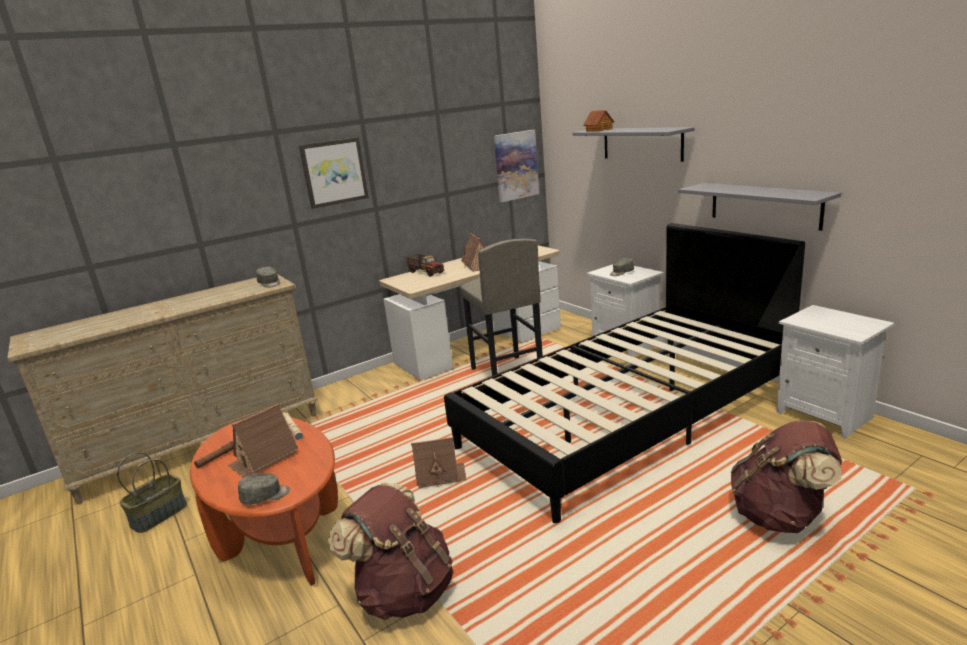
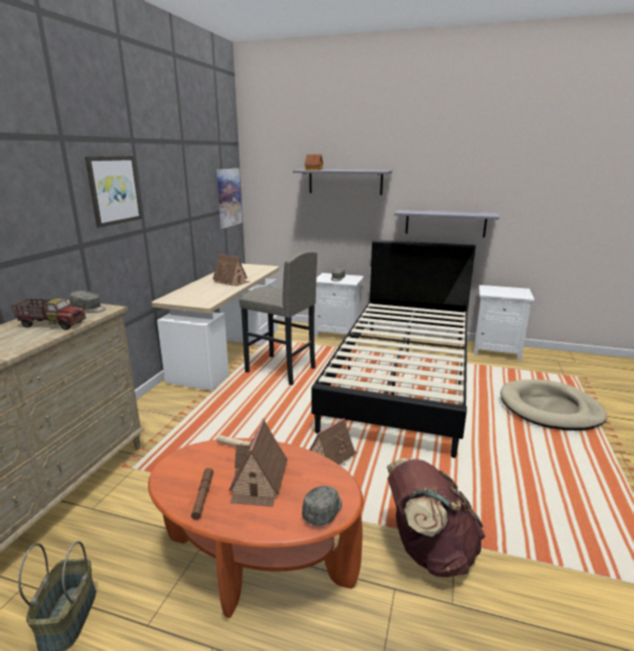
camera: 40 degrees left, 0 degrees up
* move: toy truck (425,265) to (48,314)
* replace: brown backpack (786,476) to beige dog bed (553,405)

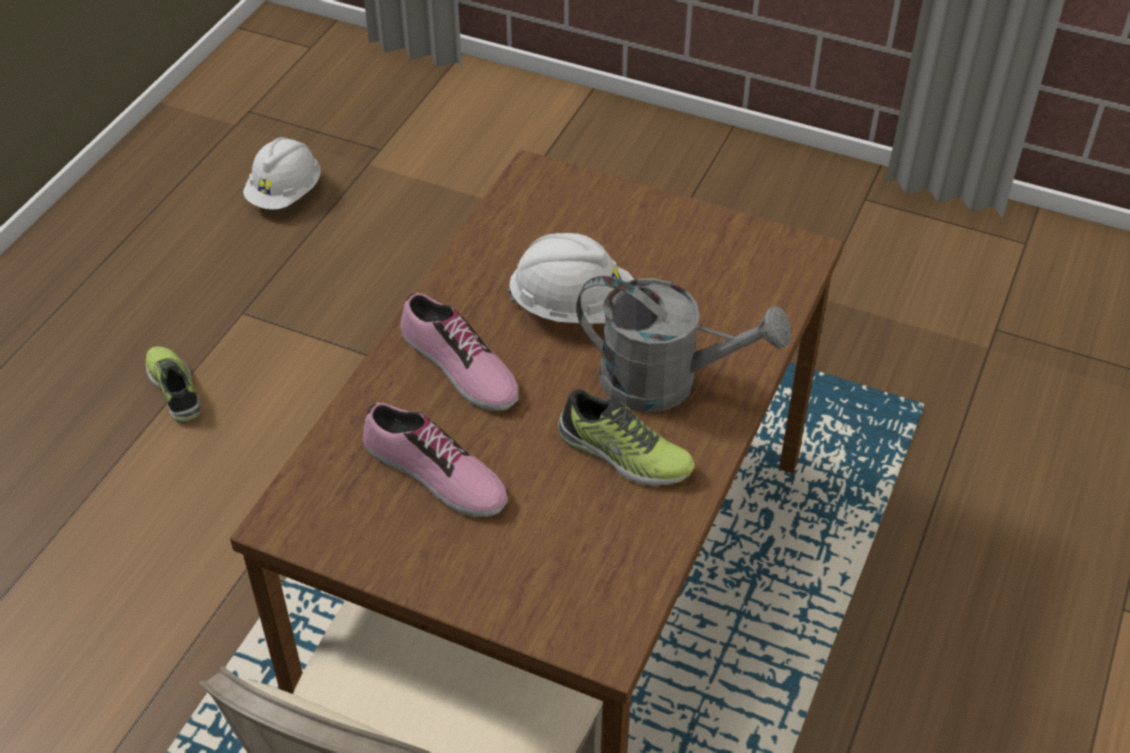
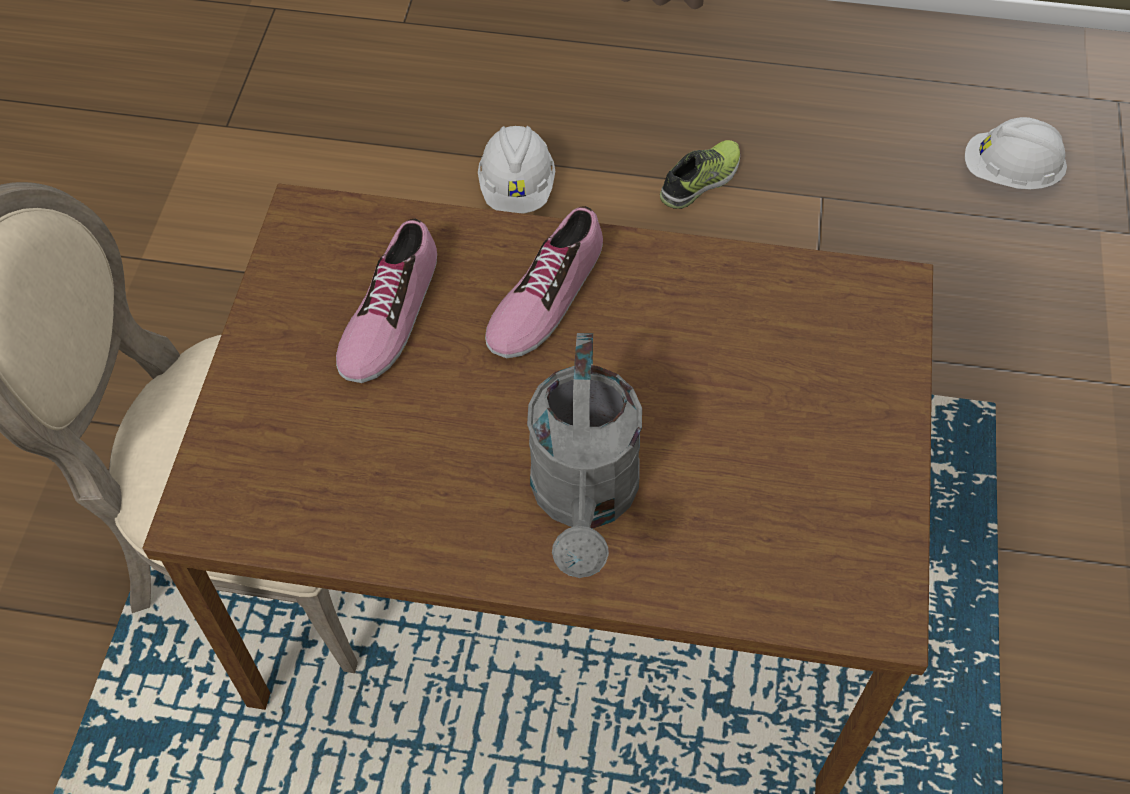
camera: 75 degrees right, 10 degrees up
* move: white hard hat (571,278) to (516,170)
* delete: shoe (626,437)

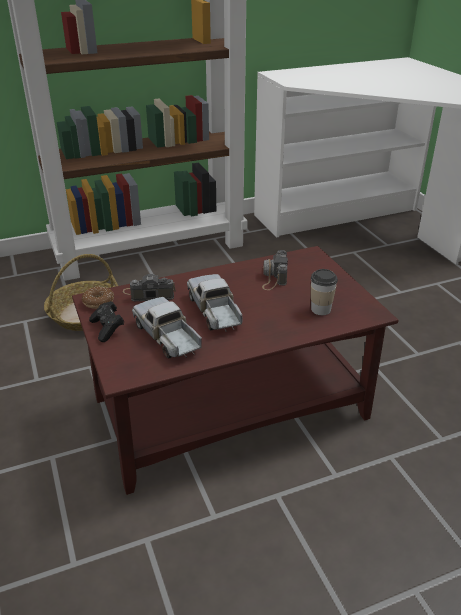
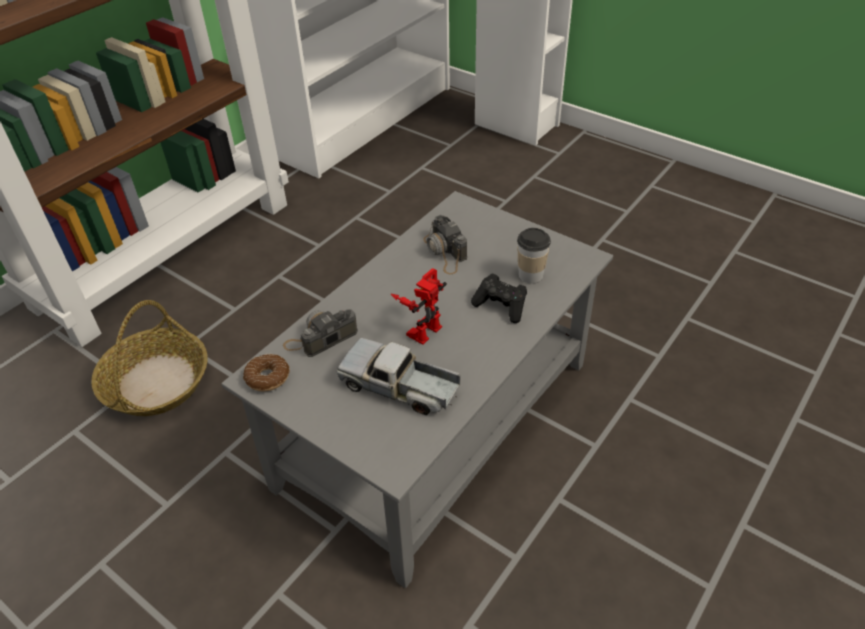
camera: 30 degrees left, 10 degrees up
* recolor: brown coffee table (235,370) to grey coffee table (417,389)
* replace: toy truck (214,303) to toy robot (419,306)
* move: black game controller (106,321) to (499,298)

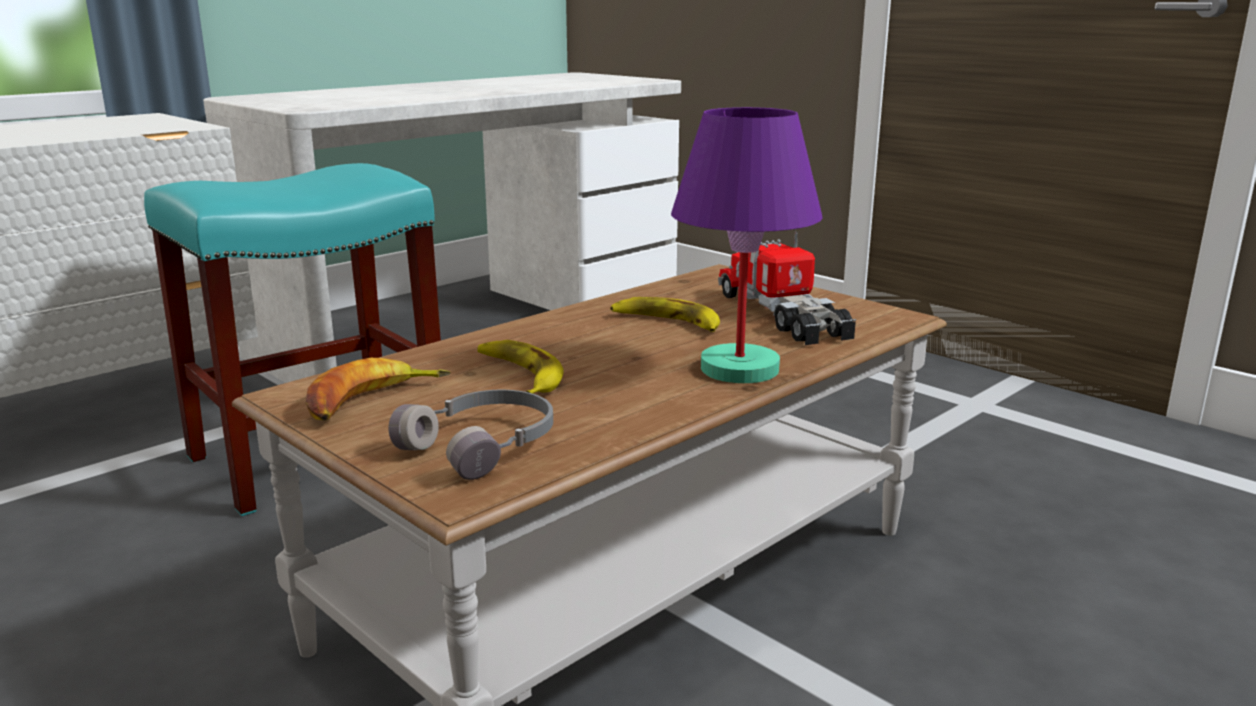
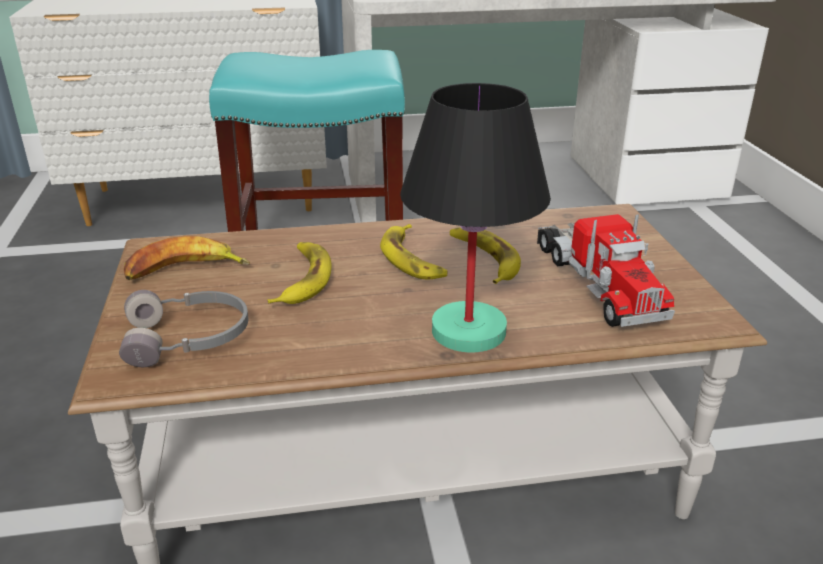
camera: 35 degrees right, 10 degrees up
* recolor: purple table lamp (746,245) to black table lamp (475,217)
* rotate: toy truck (787,288) = (606,270) 150 degrees clockwise
* insert: banana (414,251)

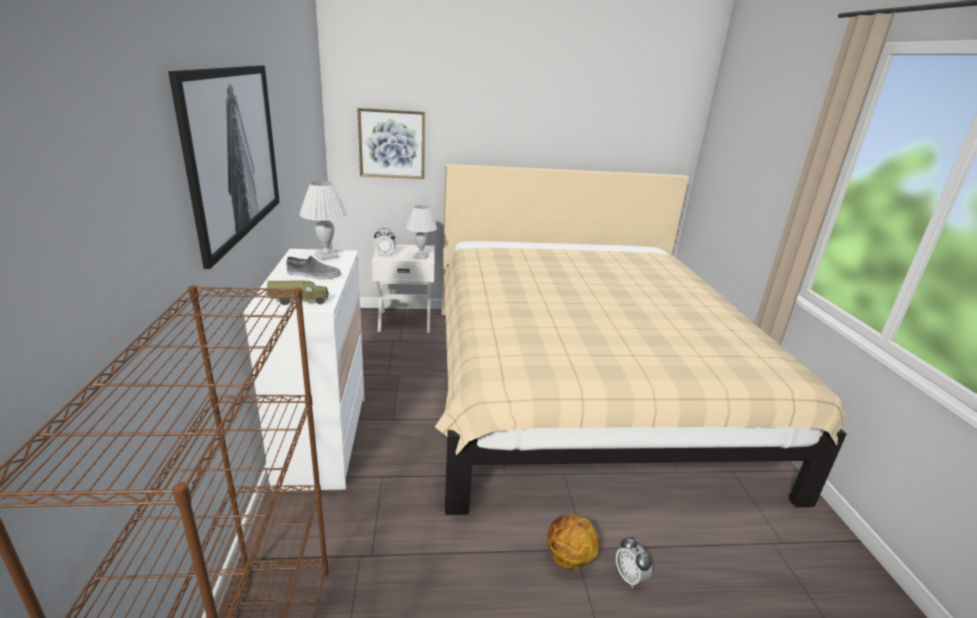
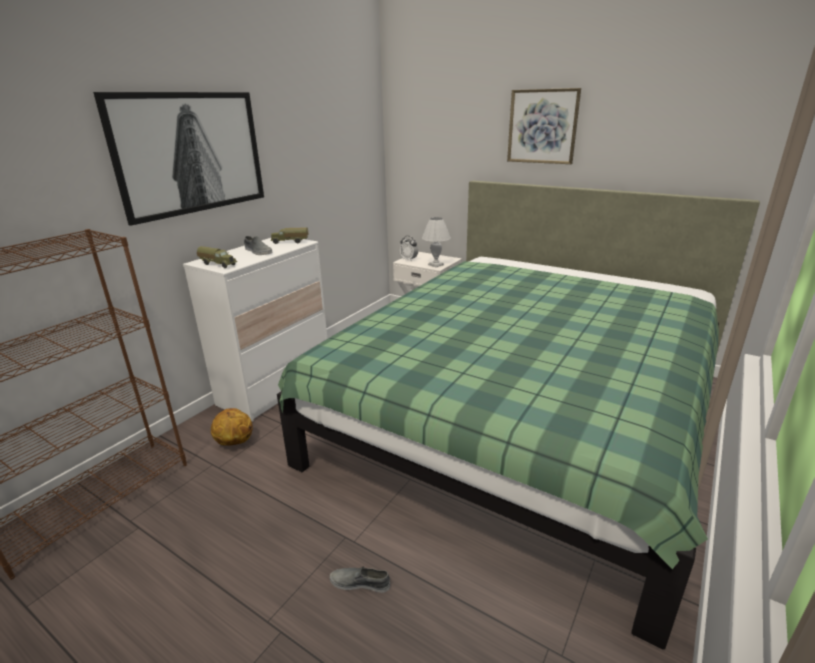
camera: 40 degrees right, 0 degrees up
* move: picture (391,143) to (544,126)
* recolor: beige bed (640,339) to green bed (518,414)
* replace: white table lamp (323,221) to toy truck (290,235)
* move: basketball (573,542) to (232,427)
* replace: alarm clock (634,562) to grey shoe (360,579)

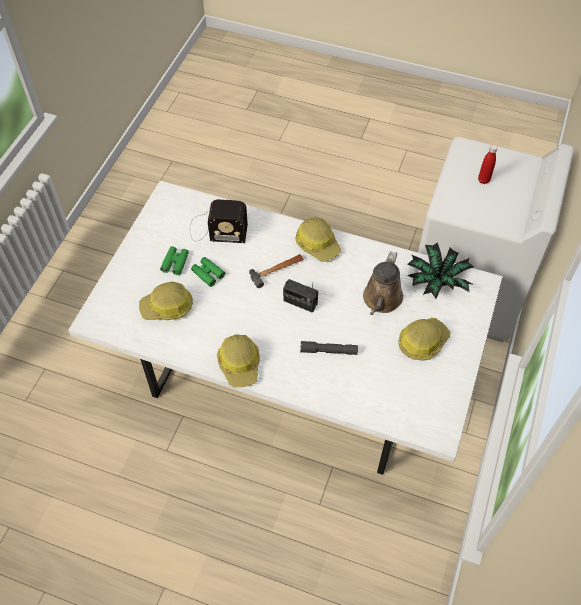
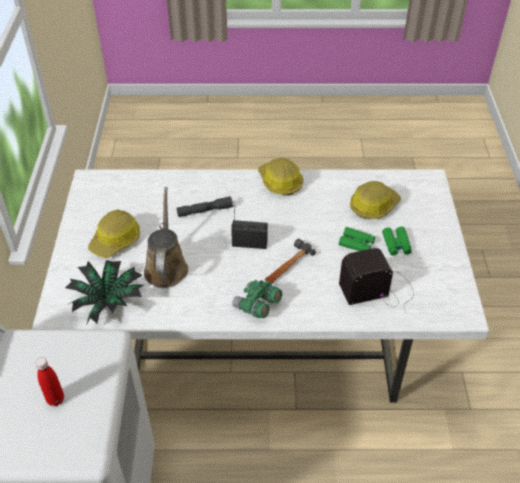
camera: 160 degrees right, 10 degrees down
* replace: hard hat (318,239) to green binoculars (257,299)

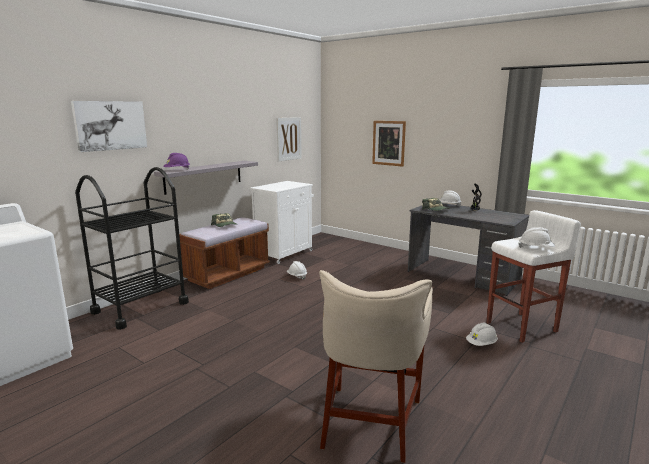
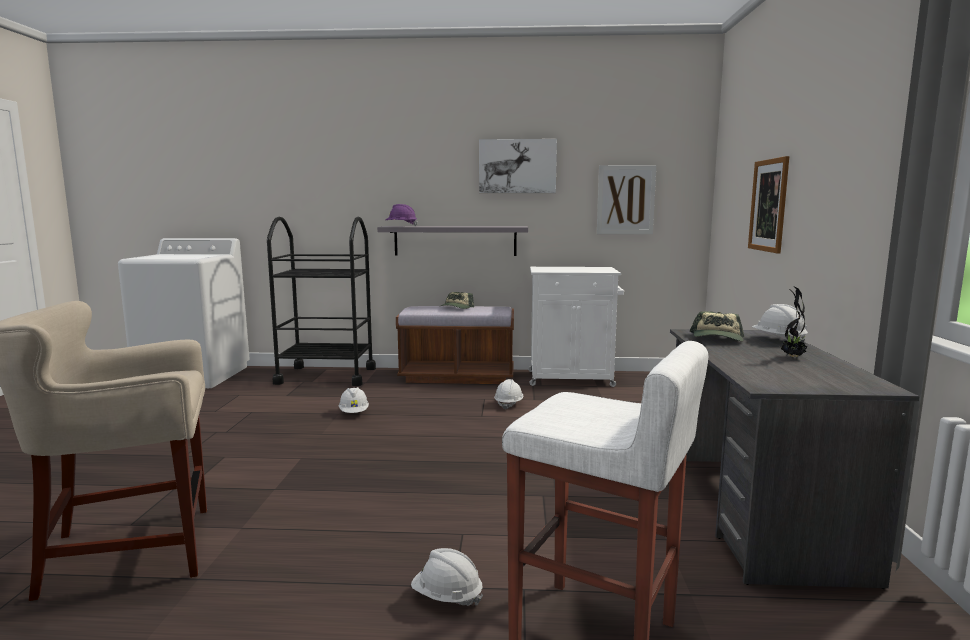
camera: 55 degrees right, 5 degrees down
* move: picture (109,126) to (518,166)
* move: white hard hat (537,237) to (354,400)

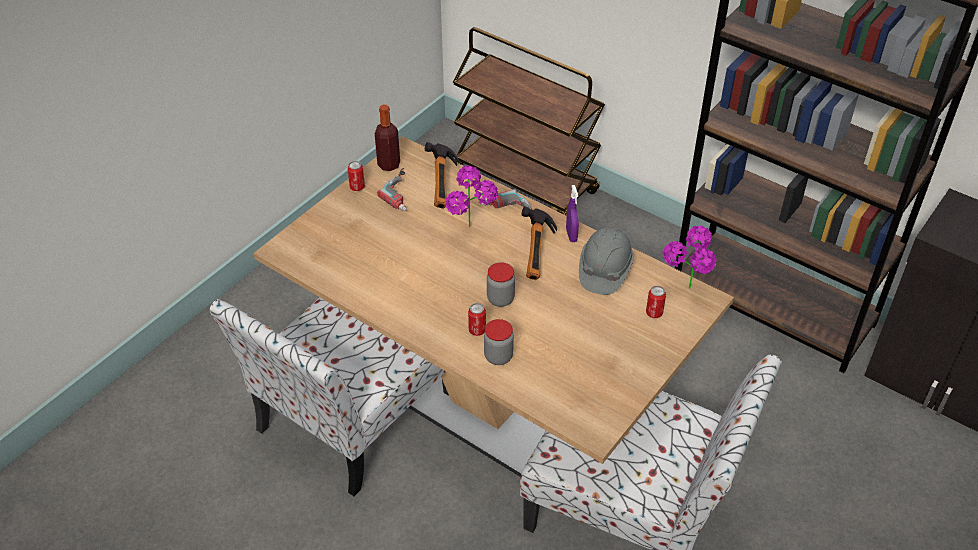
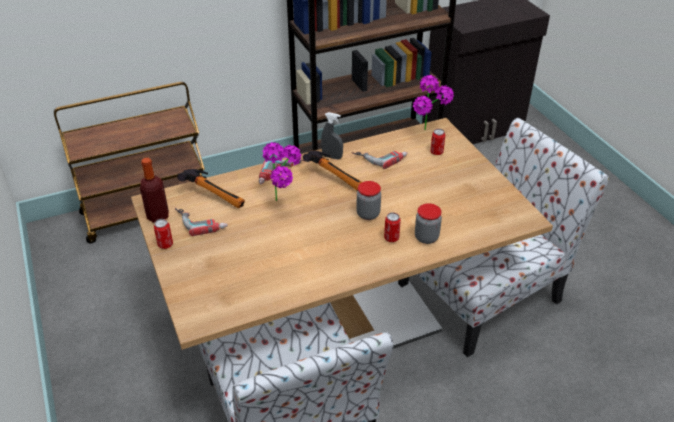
camera: 60 degrees left, 5 degrees down
* recolor: purple spray bottle (572,213) to grey spray bottle (332,135)
* replace: grey hard hat (606,261) to power drill (379,160)

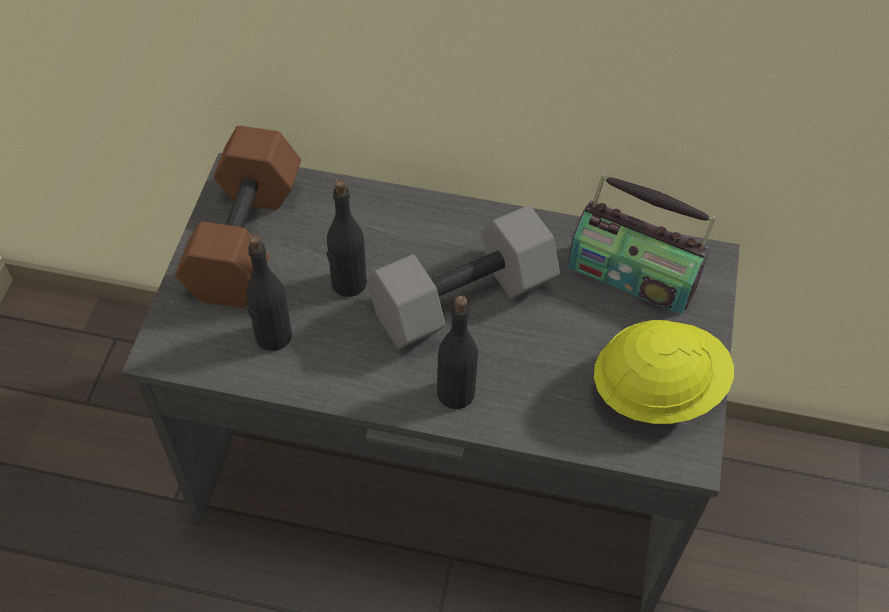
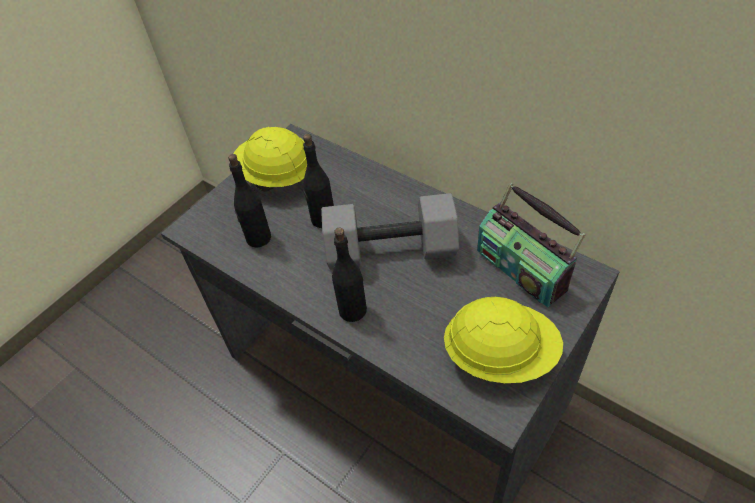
camera: 30 degrees right, 5 degrees down
* replace: brown dumbbell (238,217) to yellow hard hat (270,159)

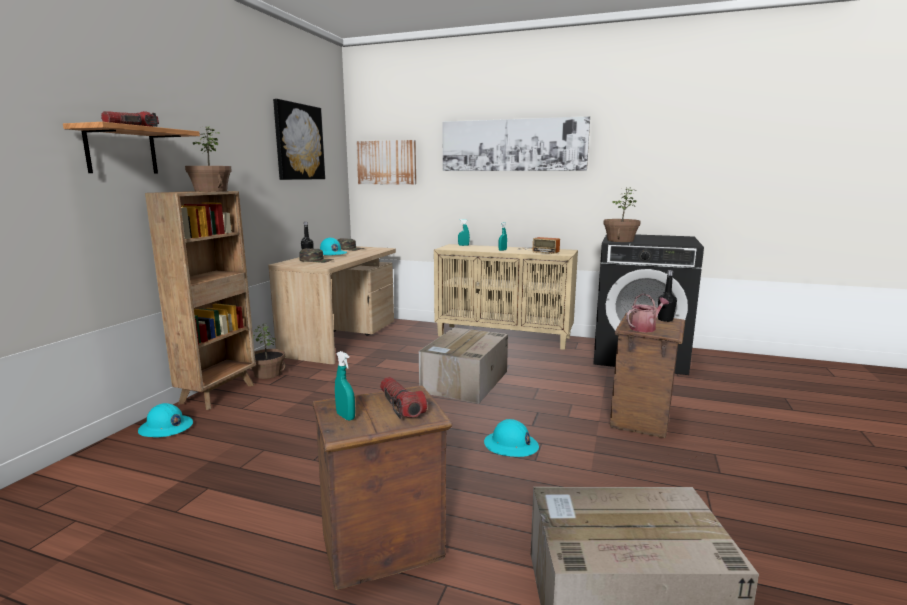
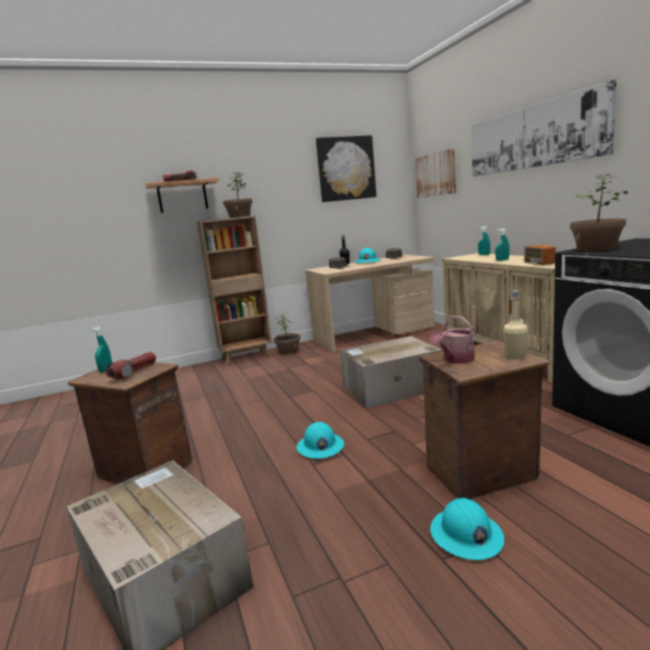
camera: 50 degrees right, 0 degrees up
* recolor: black bottle (667,296) to beige bottle (515,324)
* rotate: watering can (647,313) = (452,340) 120 degrees clockwise
* move: turquoise hard hat (165,420) to (467,529)

